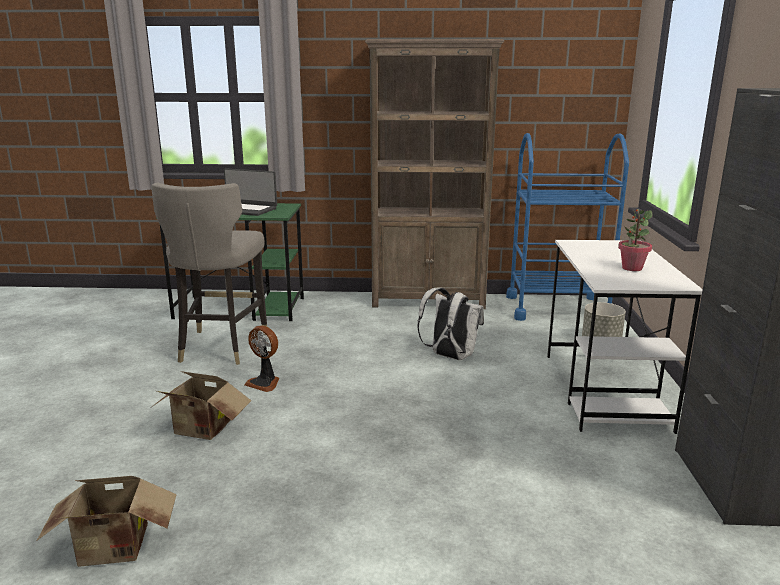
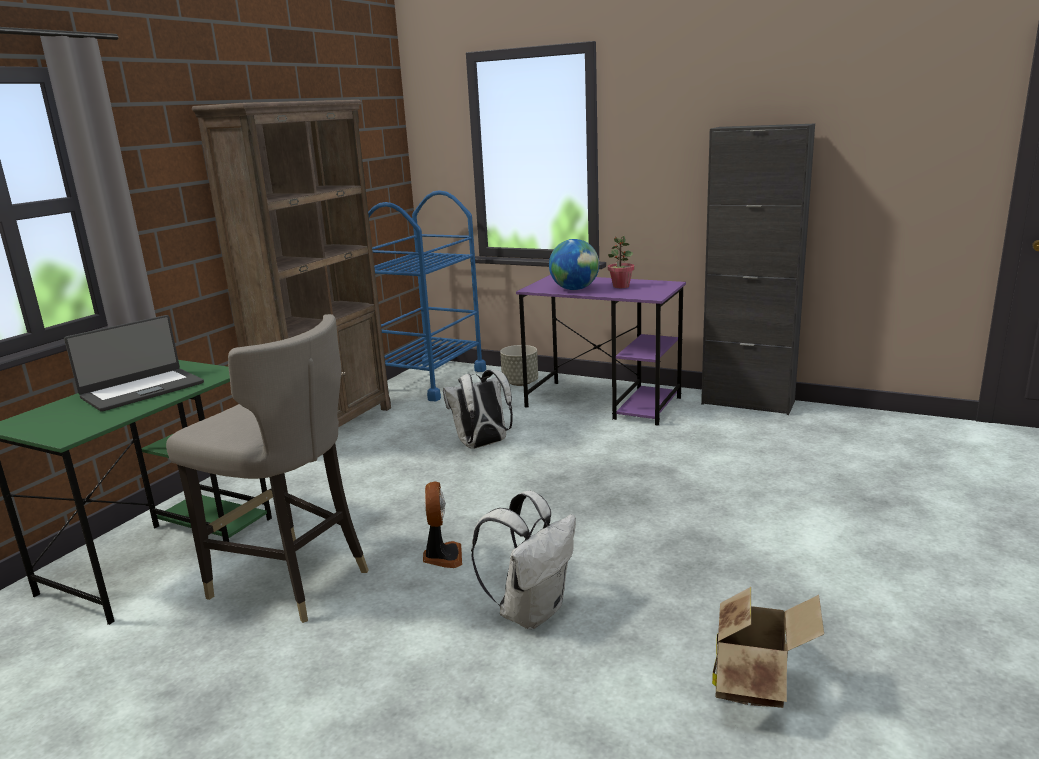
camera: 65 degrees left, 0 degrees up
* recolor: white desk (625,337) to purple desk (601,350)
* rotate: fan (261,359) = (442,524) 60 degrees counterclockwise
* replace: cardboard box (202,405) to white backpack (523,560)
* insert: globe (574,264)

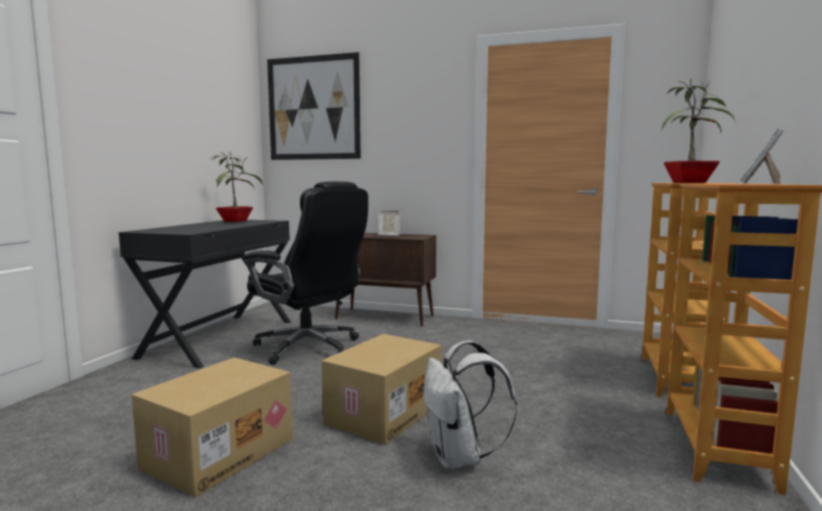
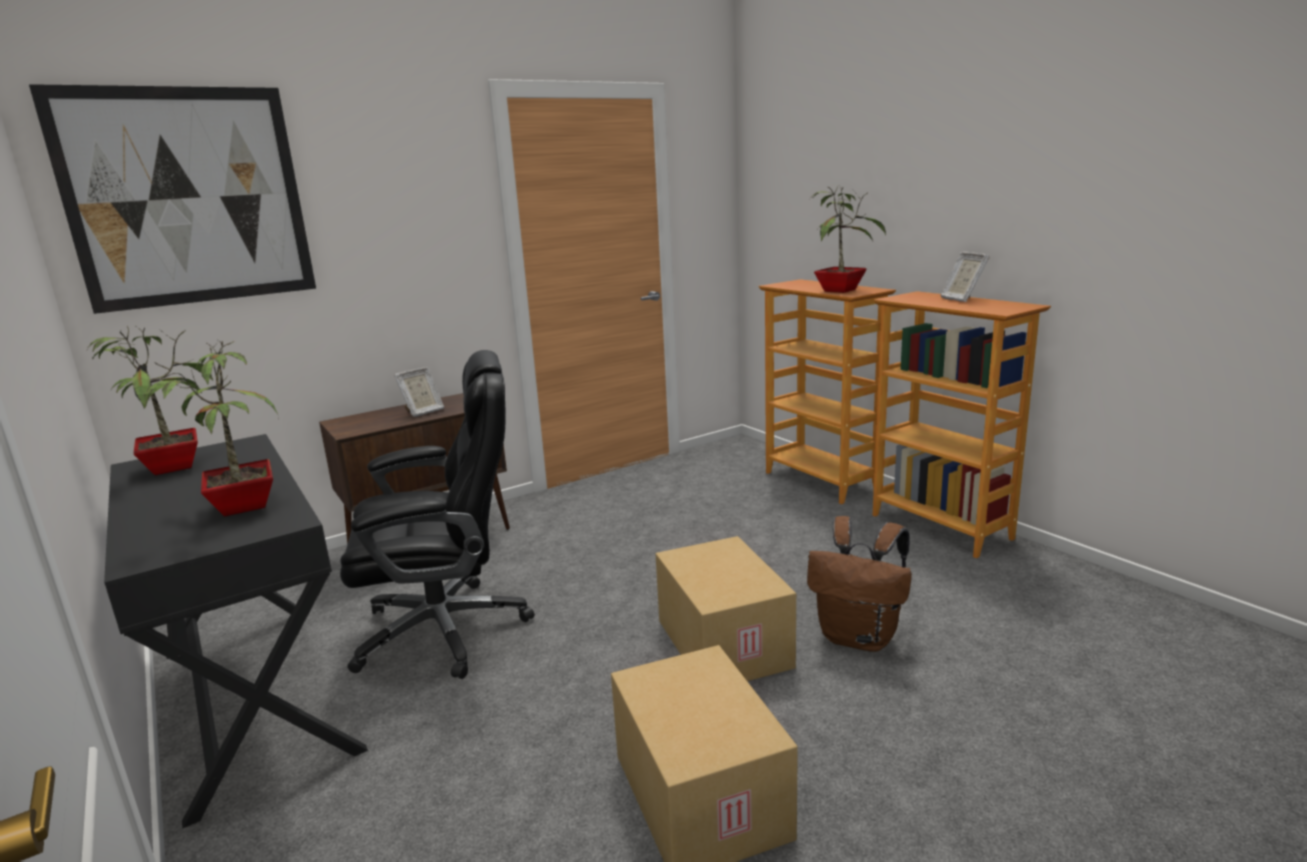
camera: 50 degrees left, 10 degrees up
* recolor: white backpack (470,405) to brown backpack (859,584)
* insert: potted plant (211,427)

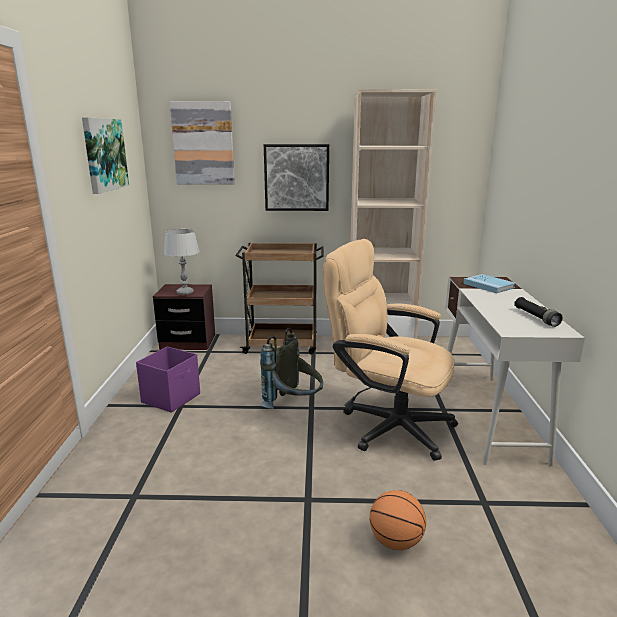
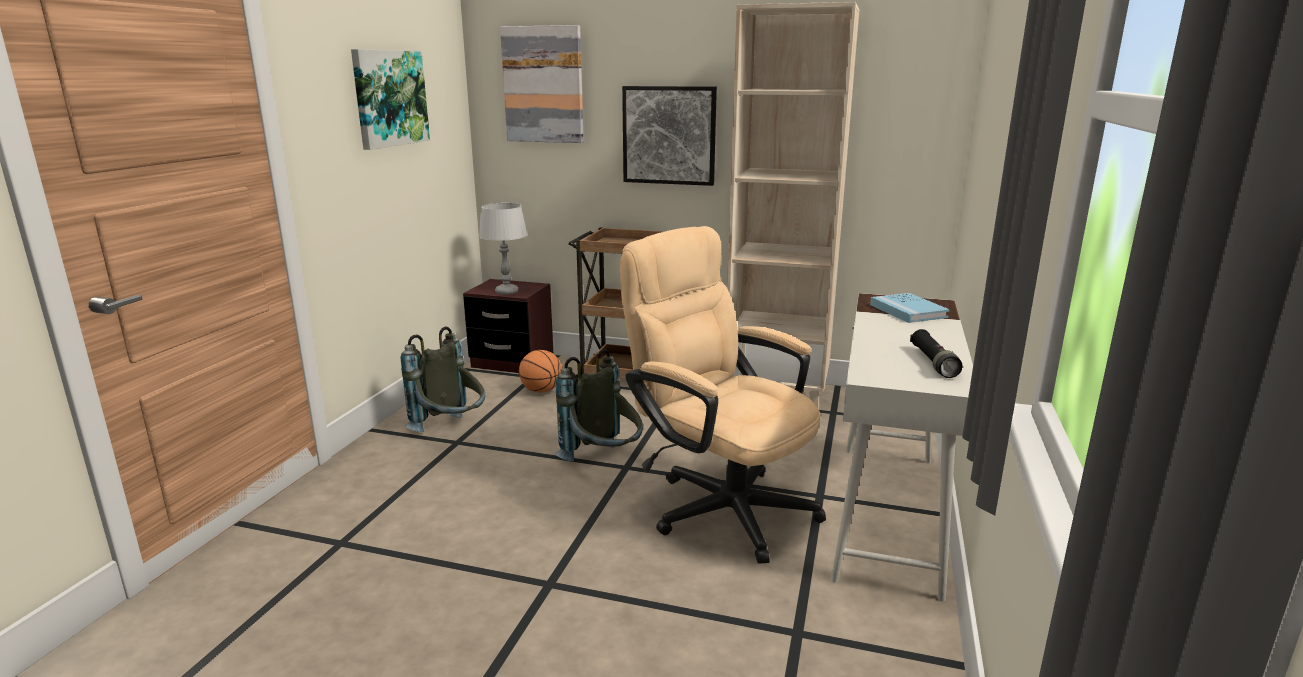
camera: 15 degrees right, 0 degrees up
* replace: purple storage box (168,380) to grey backpack (443,379)
* move: basketball (398,520) to (540,371)

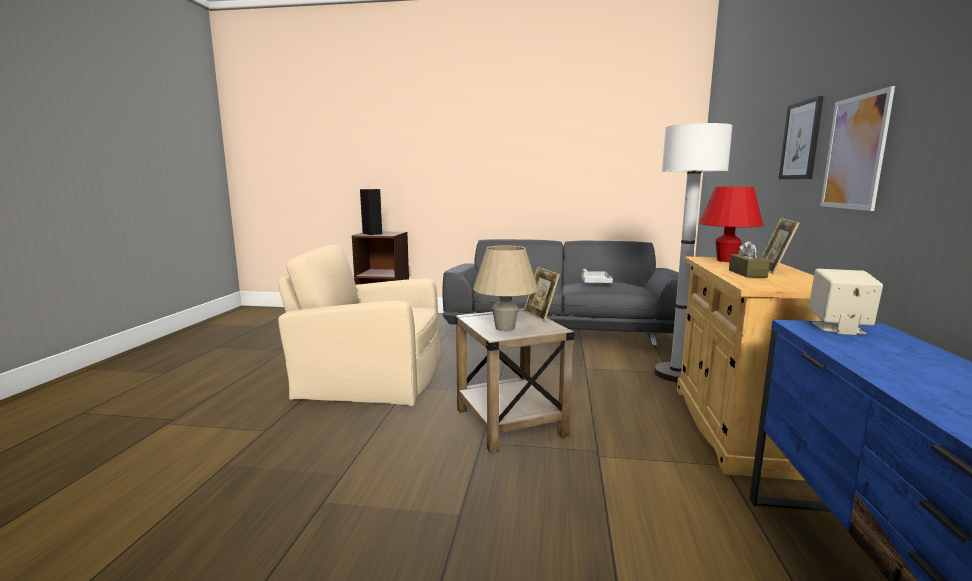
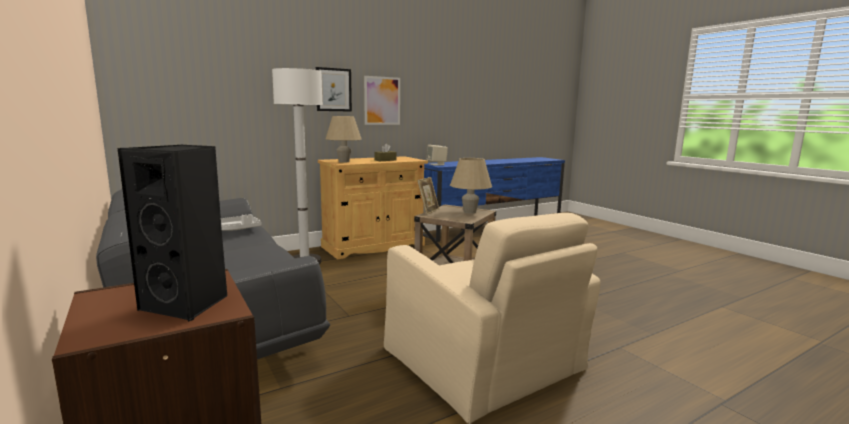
camera: 130 degrees left, 0 degrees up
* recolor: red table lamp (731,224) to beige table lamp (344,139)
* delete: picture frame (780,246)

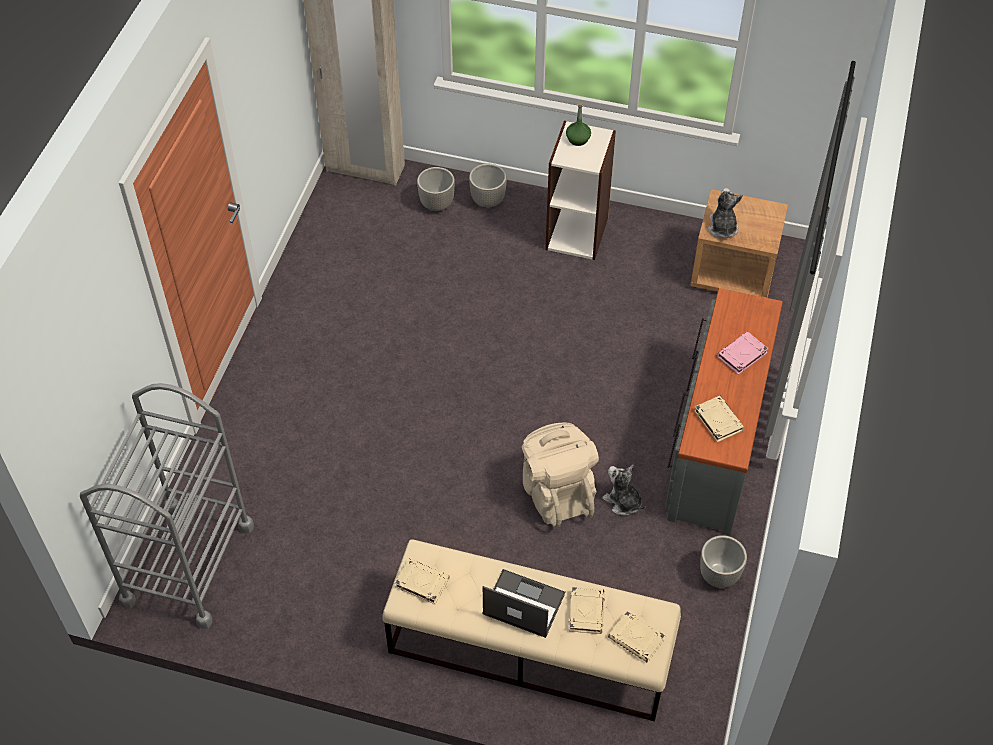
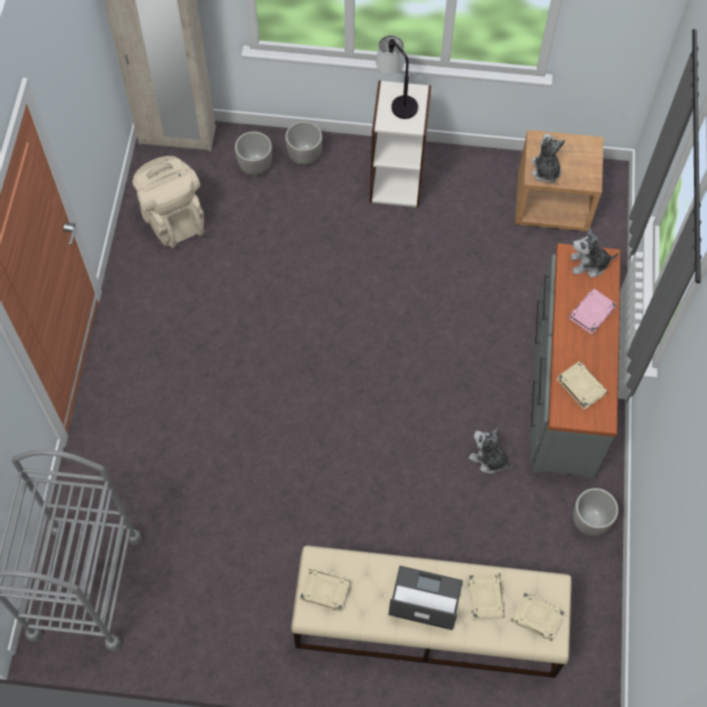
camera: 10 degrees left, 10 degrees up
* replace: green bottle (578,124) to table lamp (397,77)
* move: beige backpack (560,475) to (168,202)
* insert: plush toy (594,252)

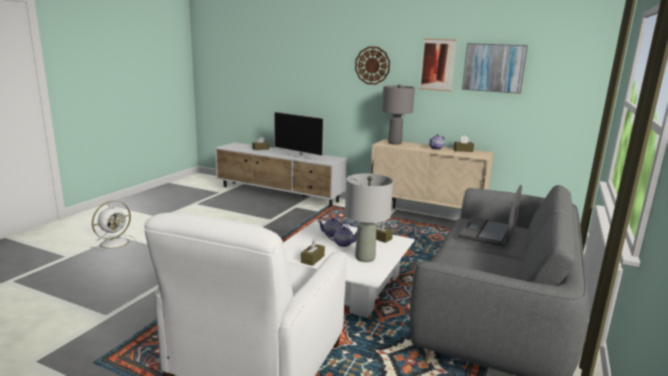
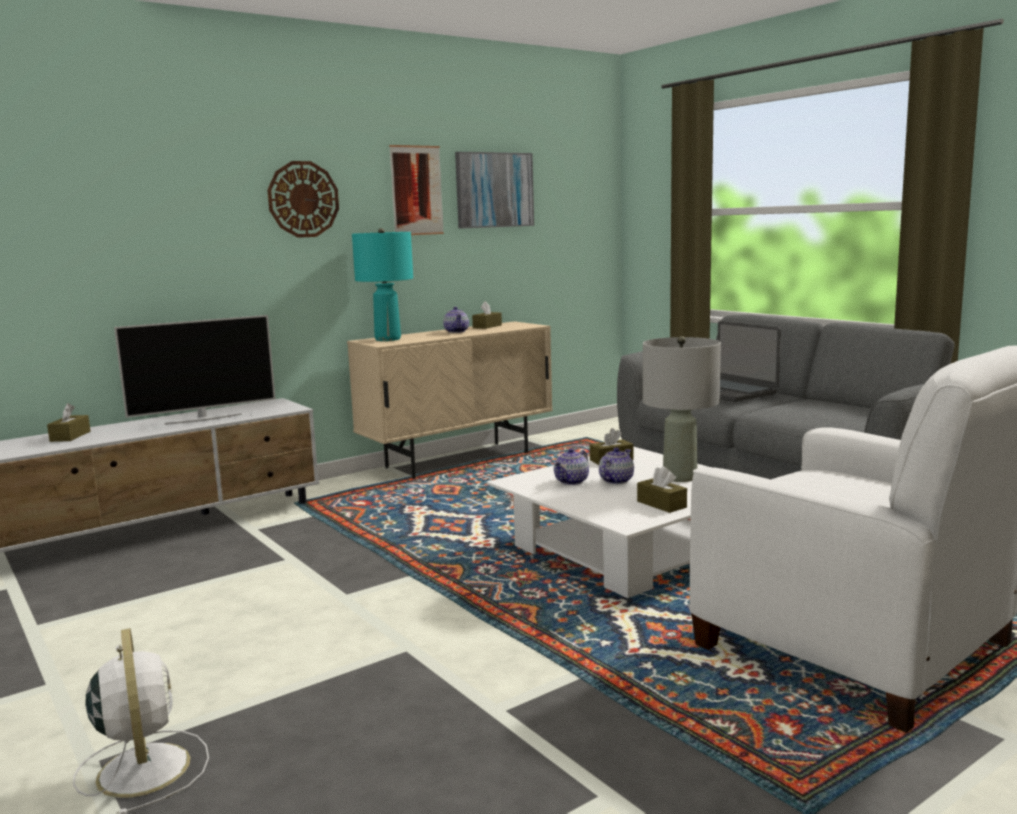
camera: 60 degrees left, 5 degrees down
* recolor: grey table lamp (398,114) to turquoise table lamp (382,284)

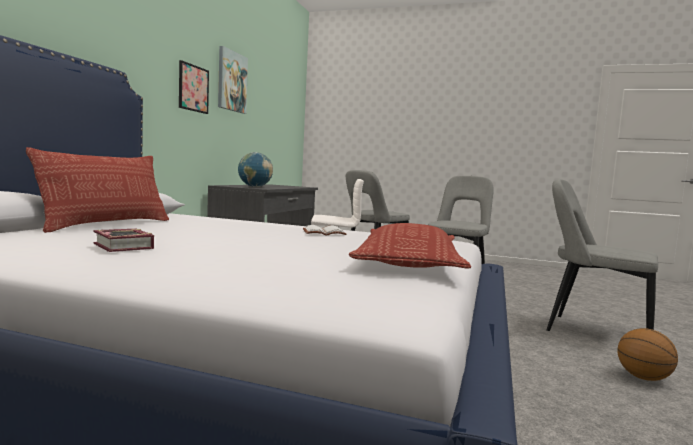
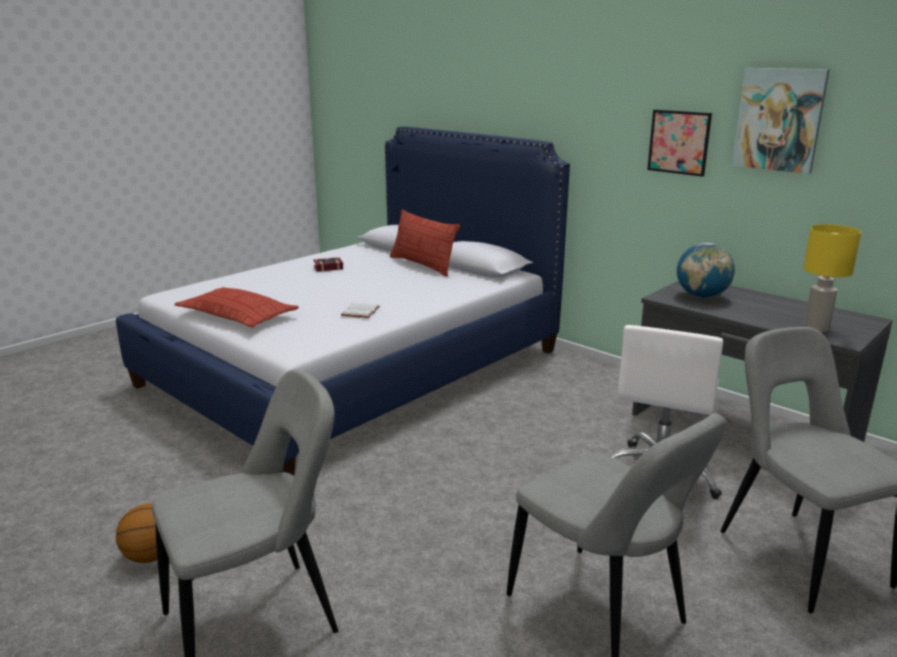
camera: 115 degrees right, 15 degrees up
* insert: yellow table lamp (832,278)

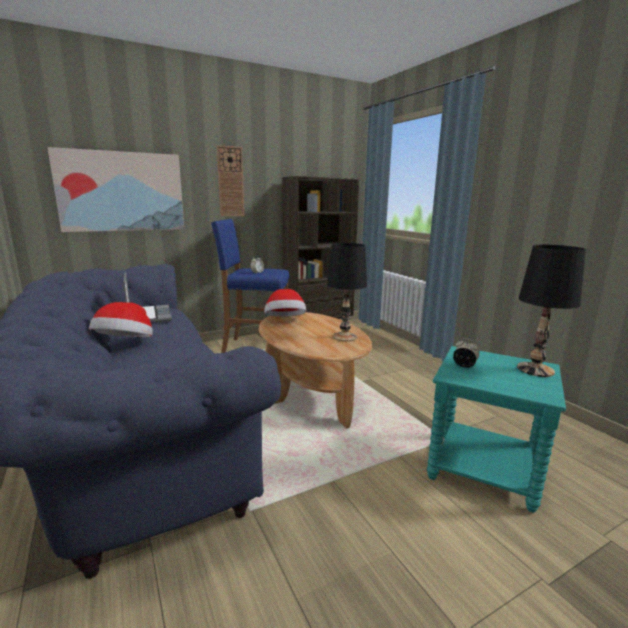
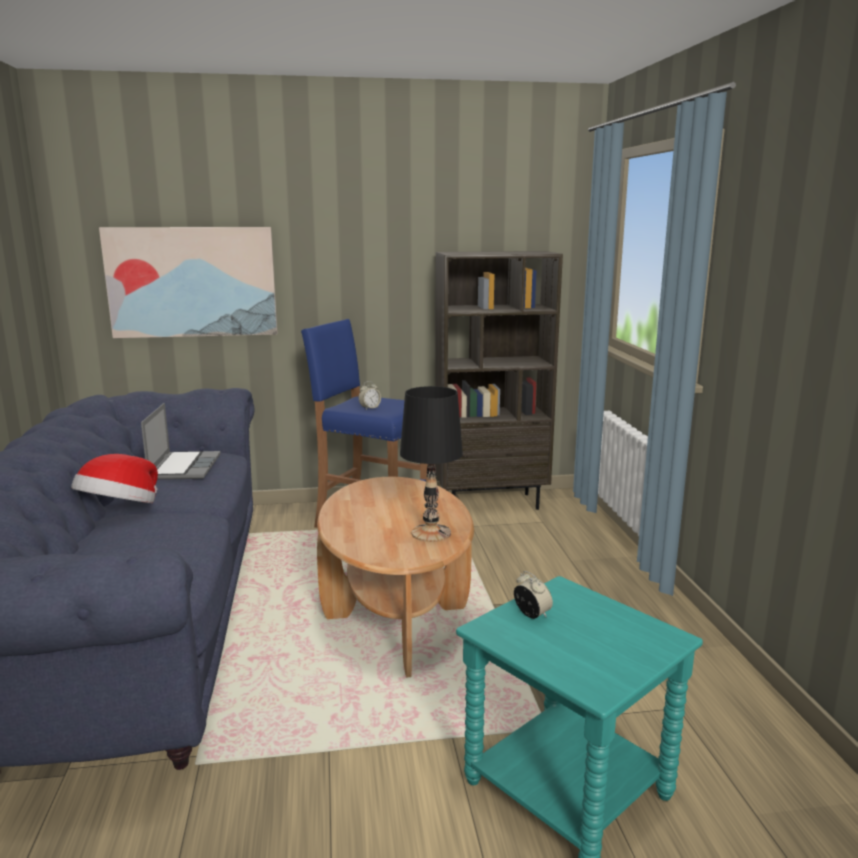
camera: 20 degrees right, 0 degrees up
* delete: wall clock (230,180)
* delete: black table lamp (551,311)
* delete: hat (285,303)

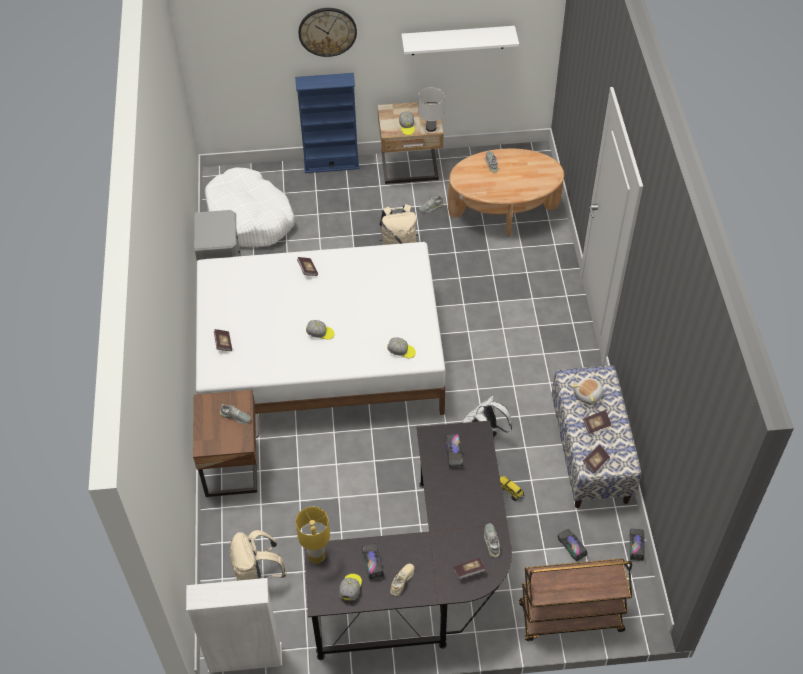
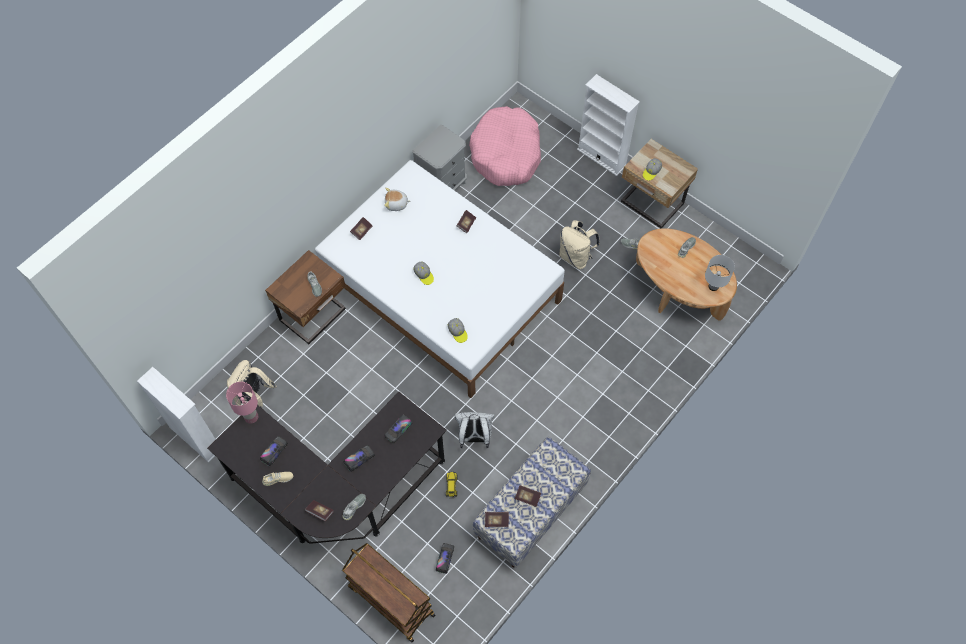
camera: 45 degrees right, 10 degrees up
* delete: wall clock (328,32)
* delete: white shelf (460,40)
* recolor: blue bookcase (327,123) to white bookcase (608,125)
* move: white table lamp (431,109) to (720,273)
* recolor: white dog bed (250,207) to pink dog bed (505,146)
* move: plush toy (588,391) to (397,199)
* recolor: yellow table lamp (313,535) to pink table lamp (242,403)
* move: toy truck (637,545) to (359,458)
* delete: cap (350,587)

